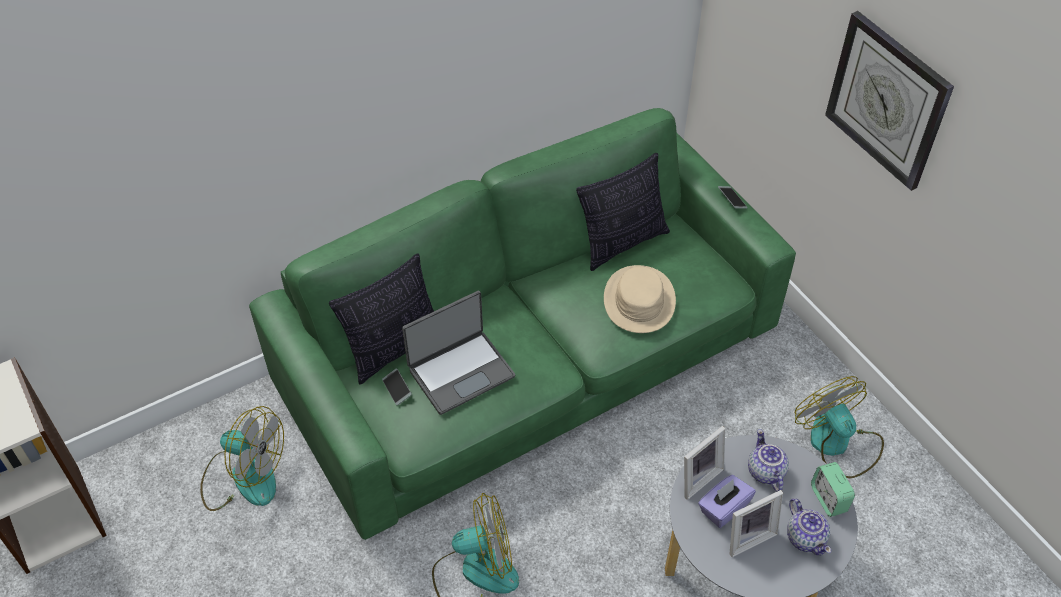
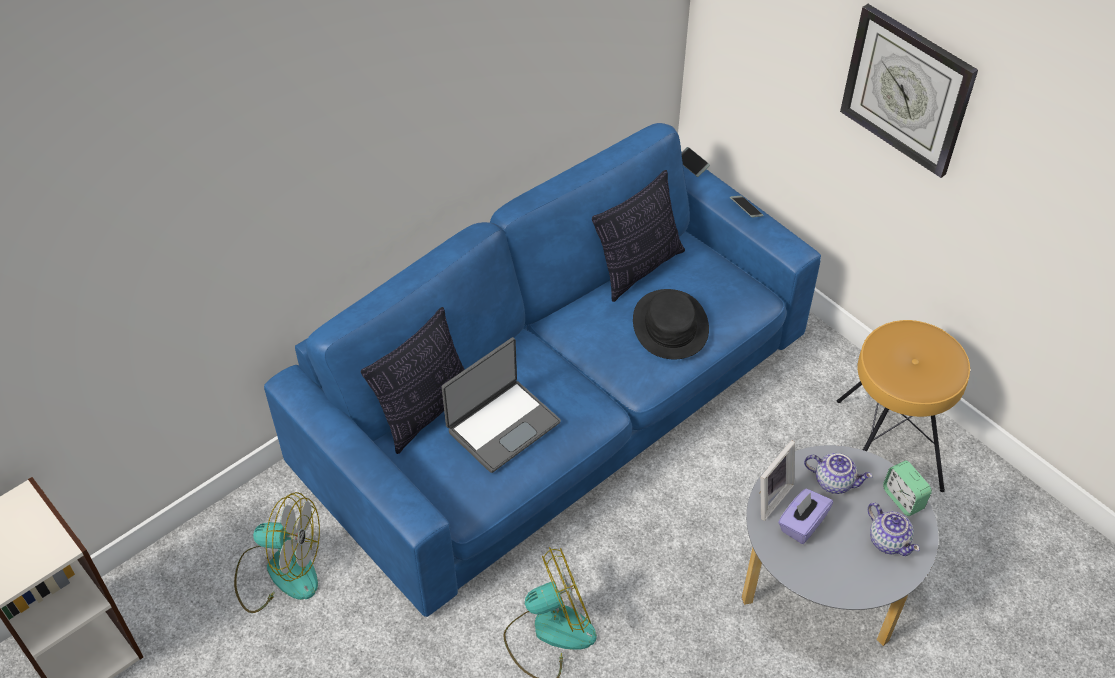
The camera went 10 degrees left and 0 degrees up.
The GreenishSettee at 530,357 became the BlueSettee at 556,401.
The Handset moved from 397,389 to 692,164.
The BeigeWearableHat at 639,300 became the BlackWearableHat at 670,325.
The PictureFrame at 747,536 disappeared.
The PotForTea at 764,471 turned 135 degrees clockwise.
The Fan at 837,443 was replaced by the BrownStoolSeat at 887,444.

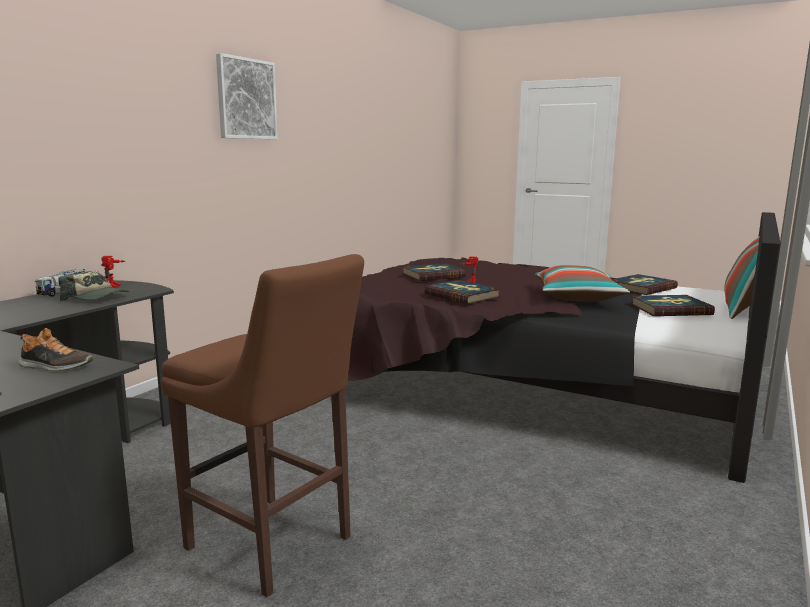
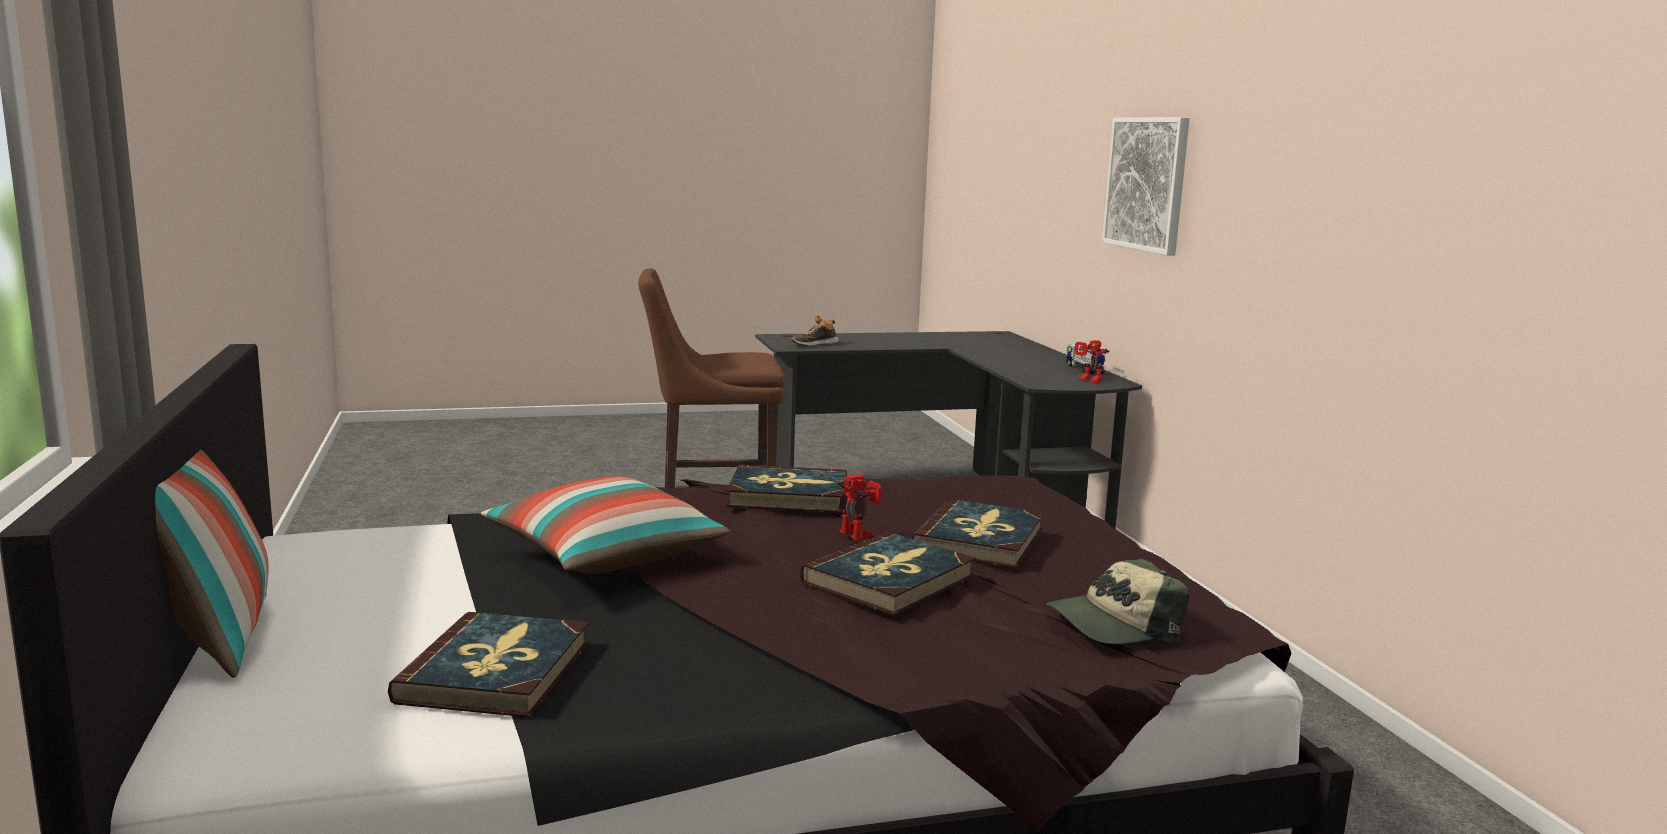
The camera went 135 degrees right and 0 degrees up.
The BaseballCap moved from 96,298 to 1113,625.
The Picture moved from 246,99 to 1147,184.
The Book moved from 670,309 to 890,580.

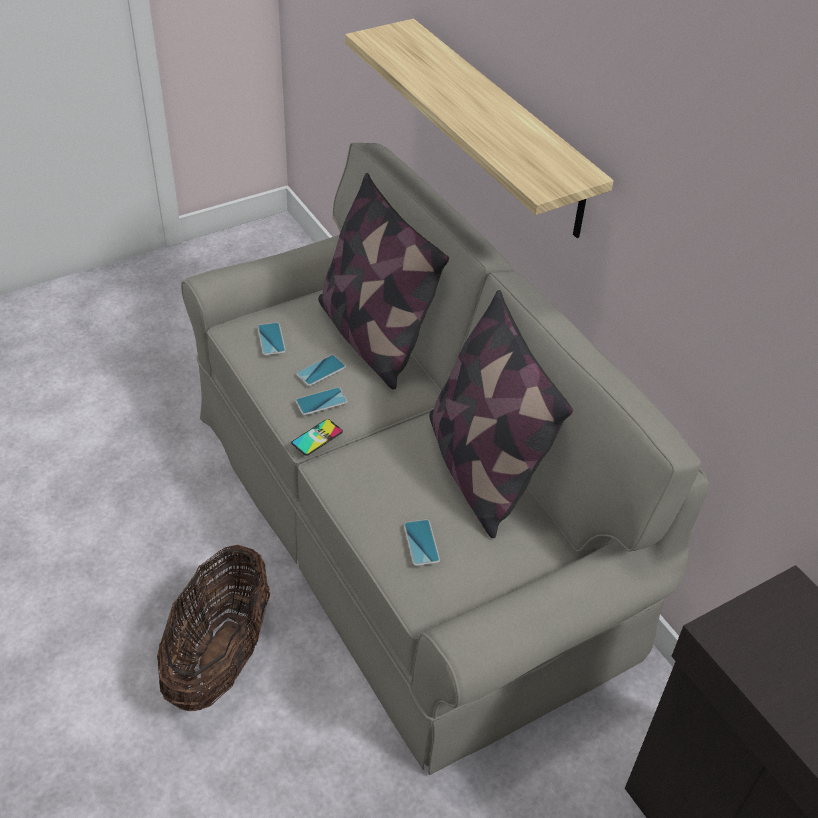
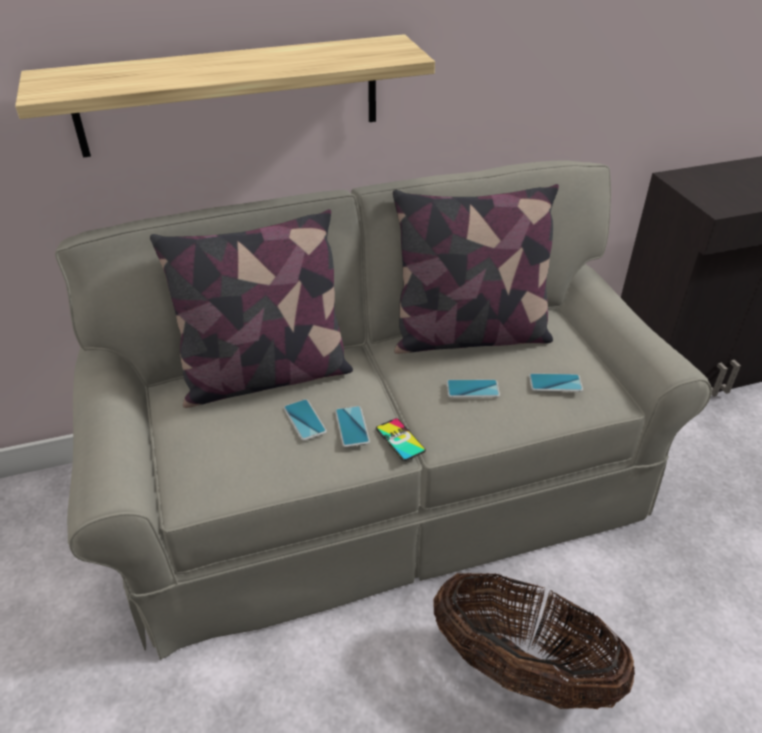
The camera went 75 degrees left and 5 degrees down.
The Handset moved from 271,339 to 472,389.

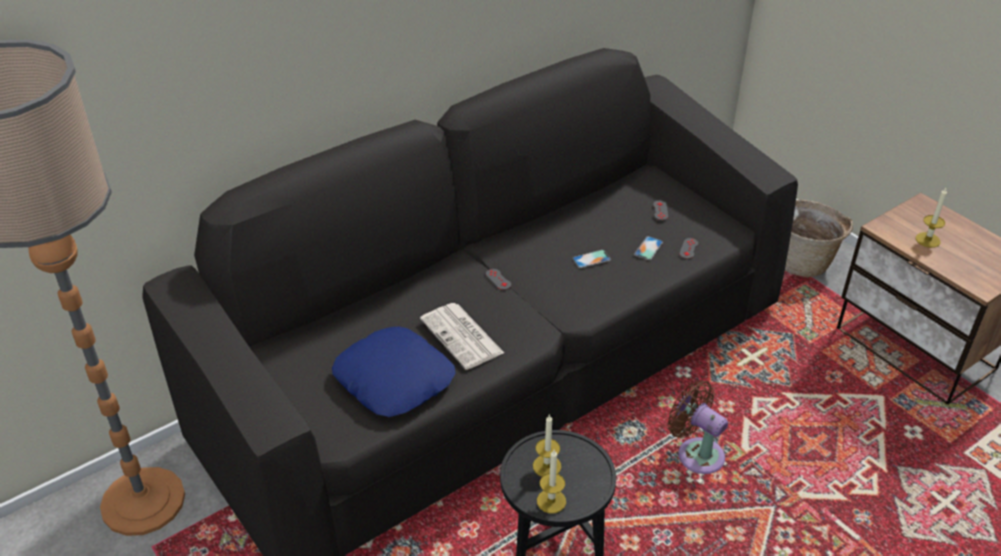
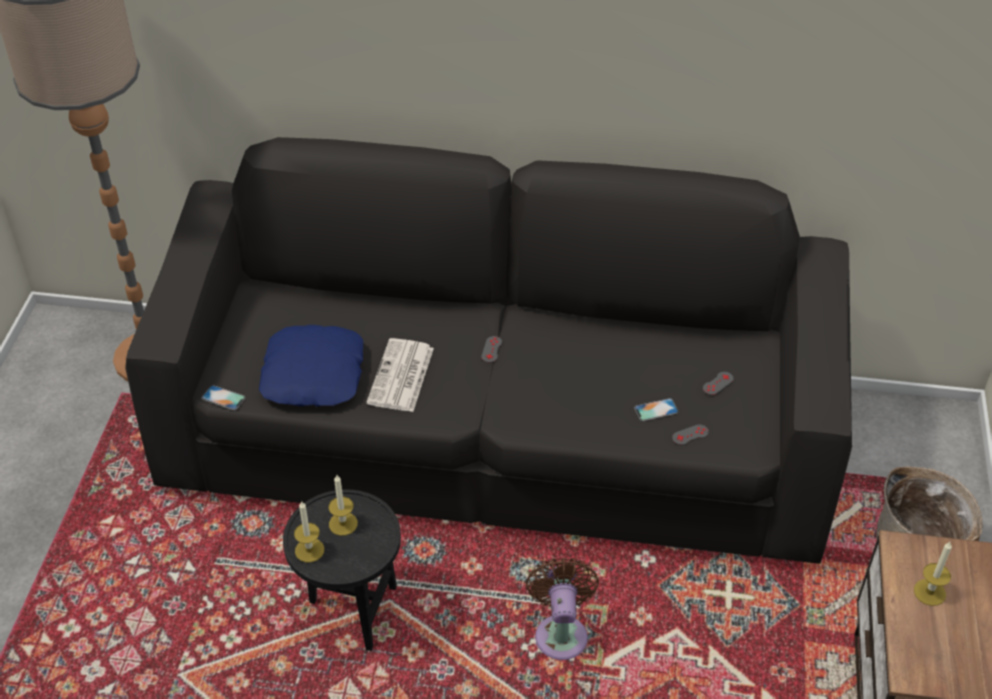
The camera went 45 degrees right and 5 degrees up.
The Handset moved from 591,259 to 223,398.

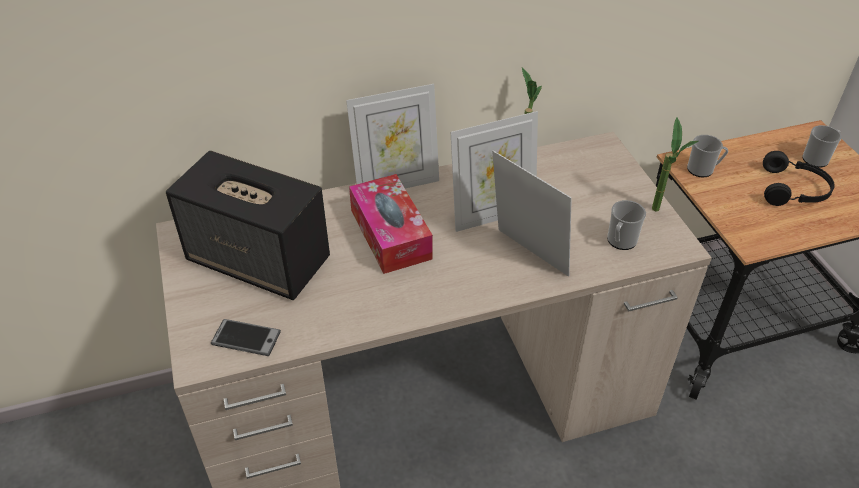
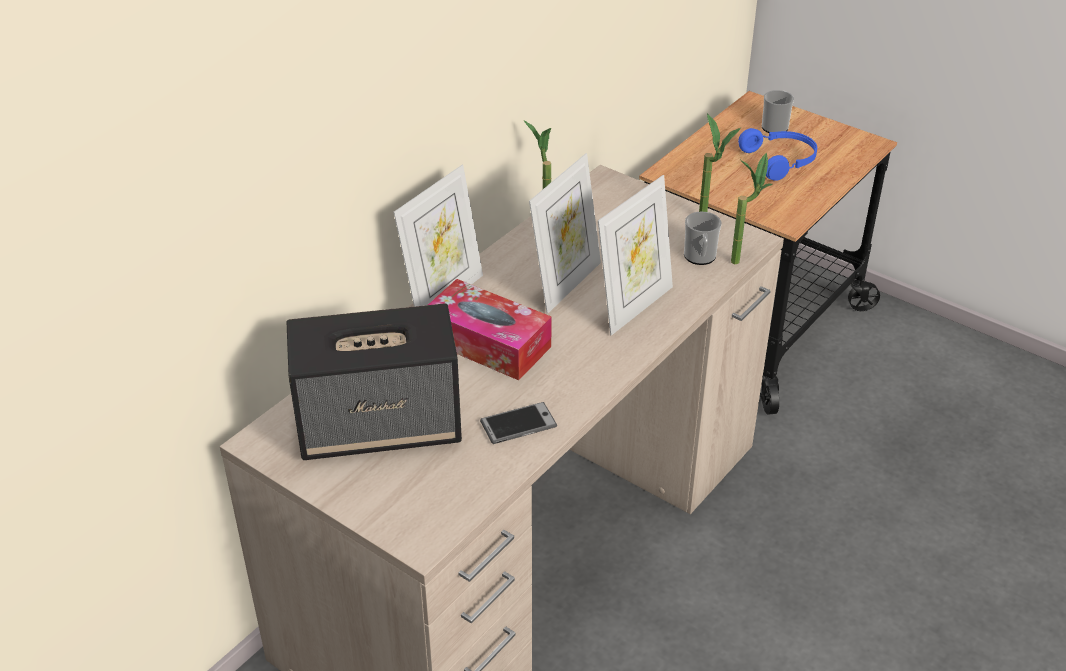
The camera went 35 degrees left and 5 degrees down.
The Handset moved from 246,338 to 518,424.
The PictureFrame at 526,257 turned 120 degrees clockwise.
The TeaMug at 703,170 disappeared.
The BlackHeadphones at 794,190 became the BlueHeadphones at 781,161.
The Houseplant at 742,259 appeared.

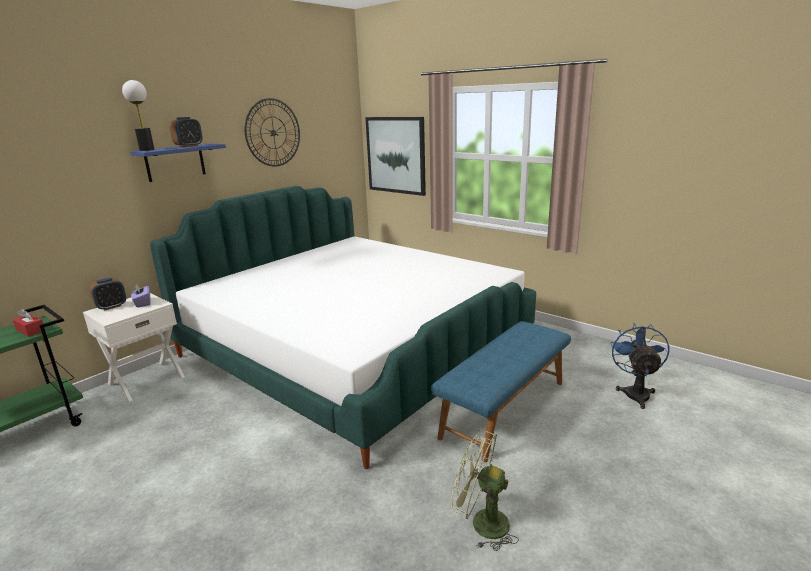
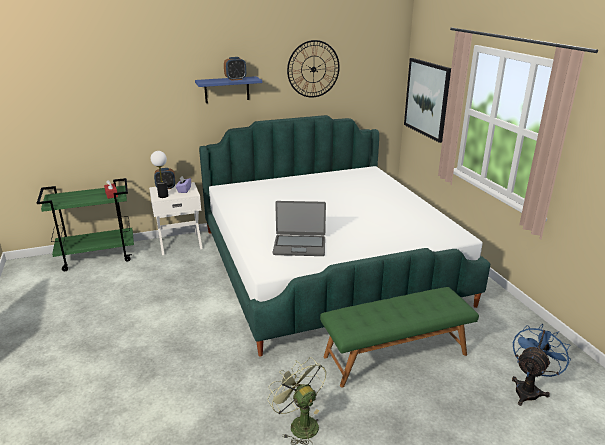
The camera went 30 degrees right and 5 degrees up.
The LampForATable moved from 146,150 to 163,196.
The BlueIndoorBench at 503,408 became the GreenishIndoorBench at 395,355.
The NotebookComputer at 299,246 appeared.

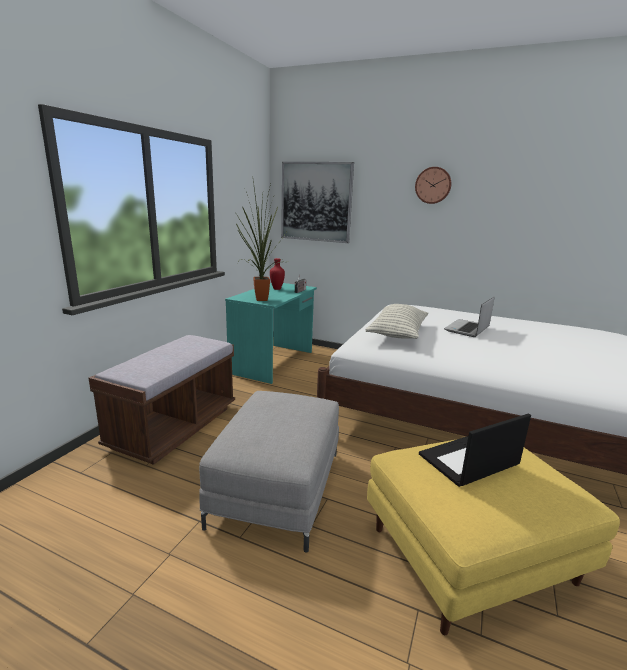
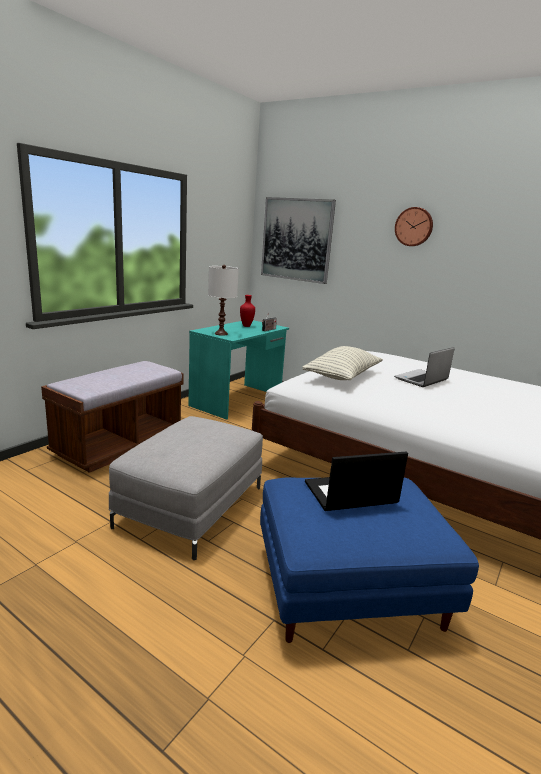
The camera went 10 degrees right and 0 degrees up.
The Houseplant at 259,299 was replaced by the WhiteColouredLampForATable at 221,334.
The YellowColouredPouffe at 469,556 became the BluePouffe at 347,589.

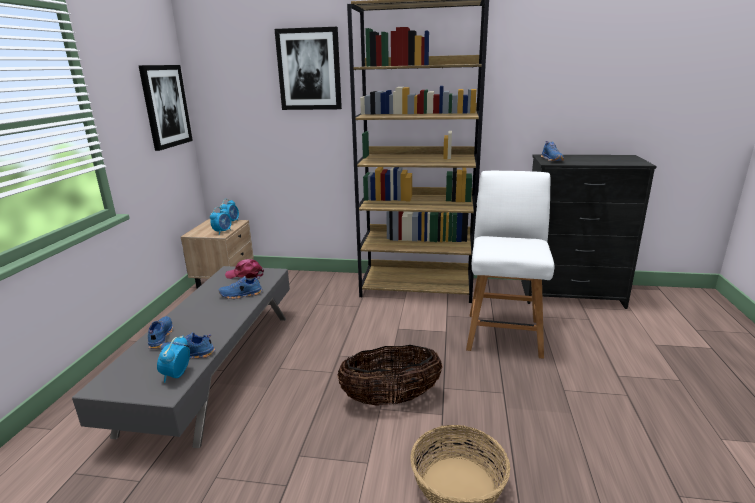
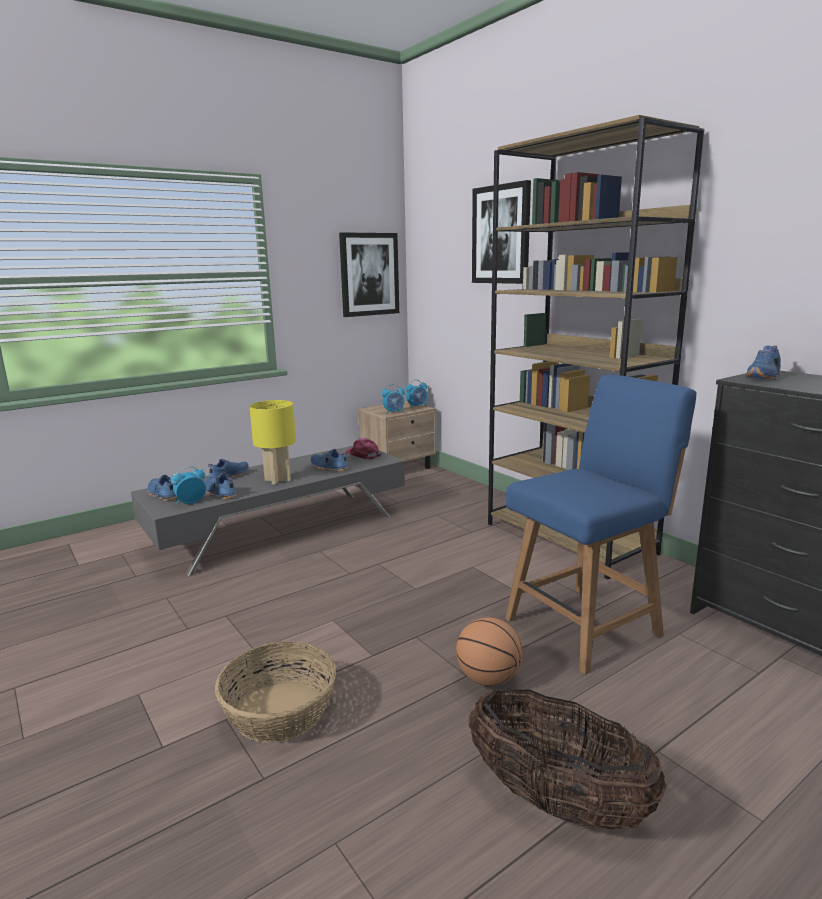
The camera went 45 degrees right and 5 degrees down.
The Basket moved from 390,399 to 557,801.
The WhiteColouredPlainChair at 503,333 became the BluePlainChair at 586,625.
The BlueItemOfFootwear at 162,495 appeared.
The YellowColouredLampForATable at 277,480 appeared.
The BasketballBall at 488,679 appeared.

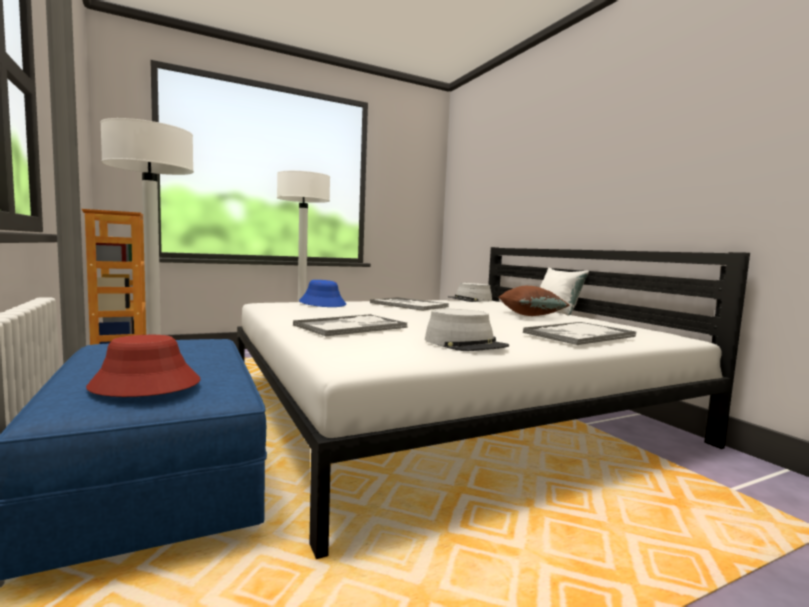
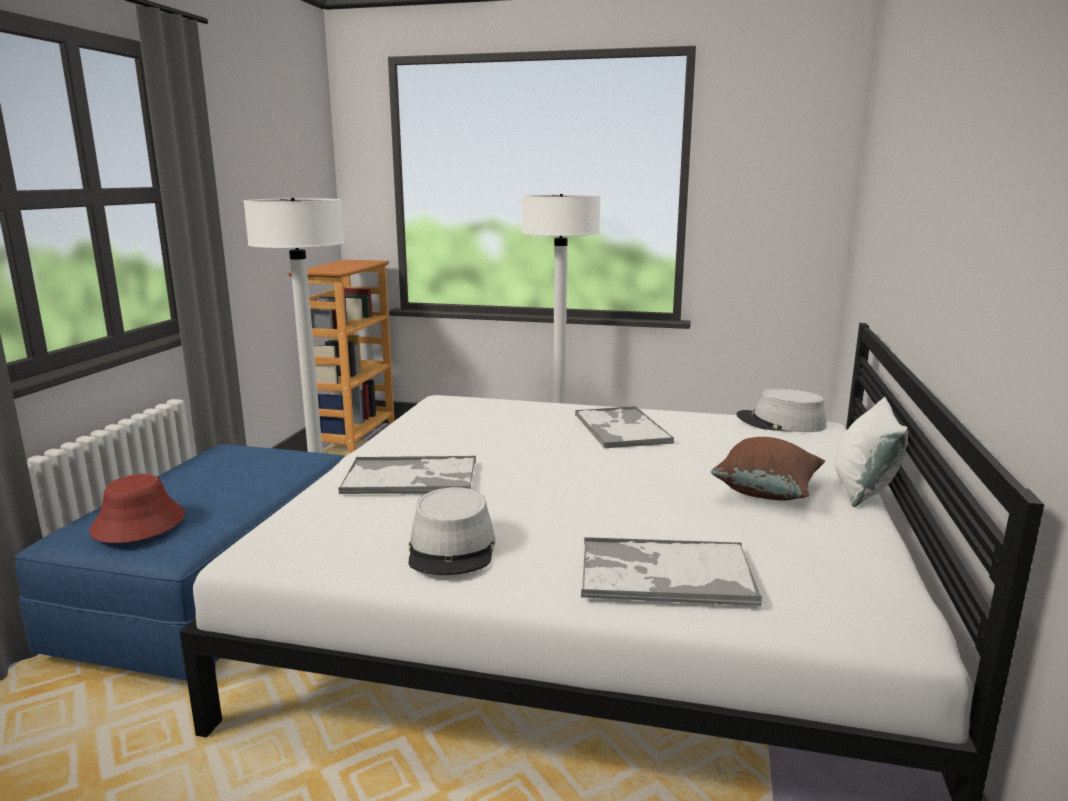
The camera went 40 degrees right and 10 degrees up.
The BlueWearableHat at 322,303 disappeared.

